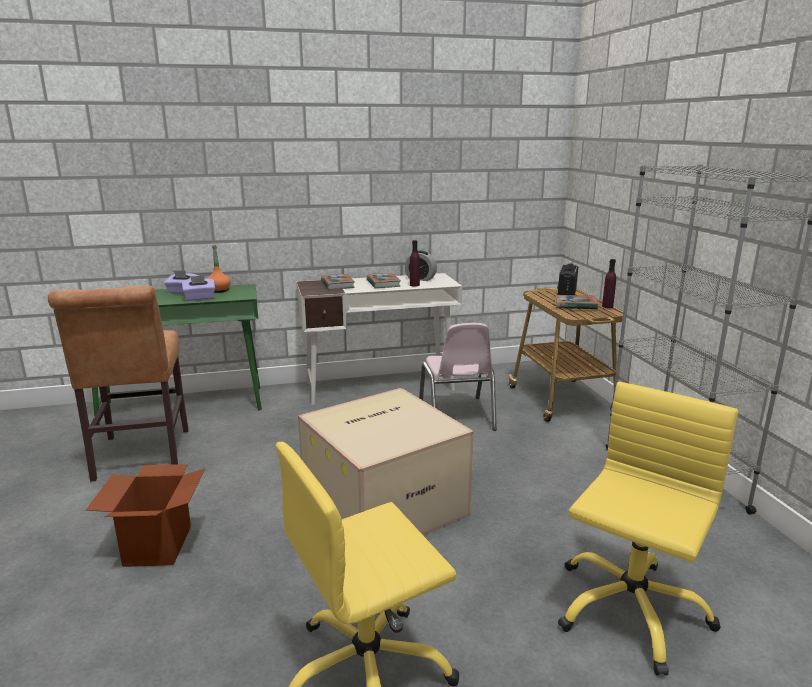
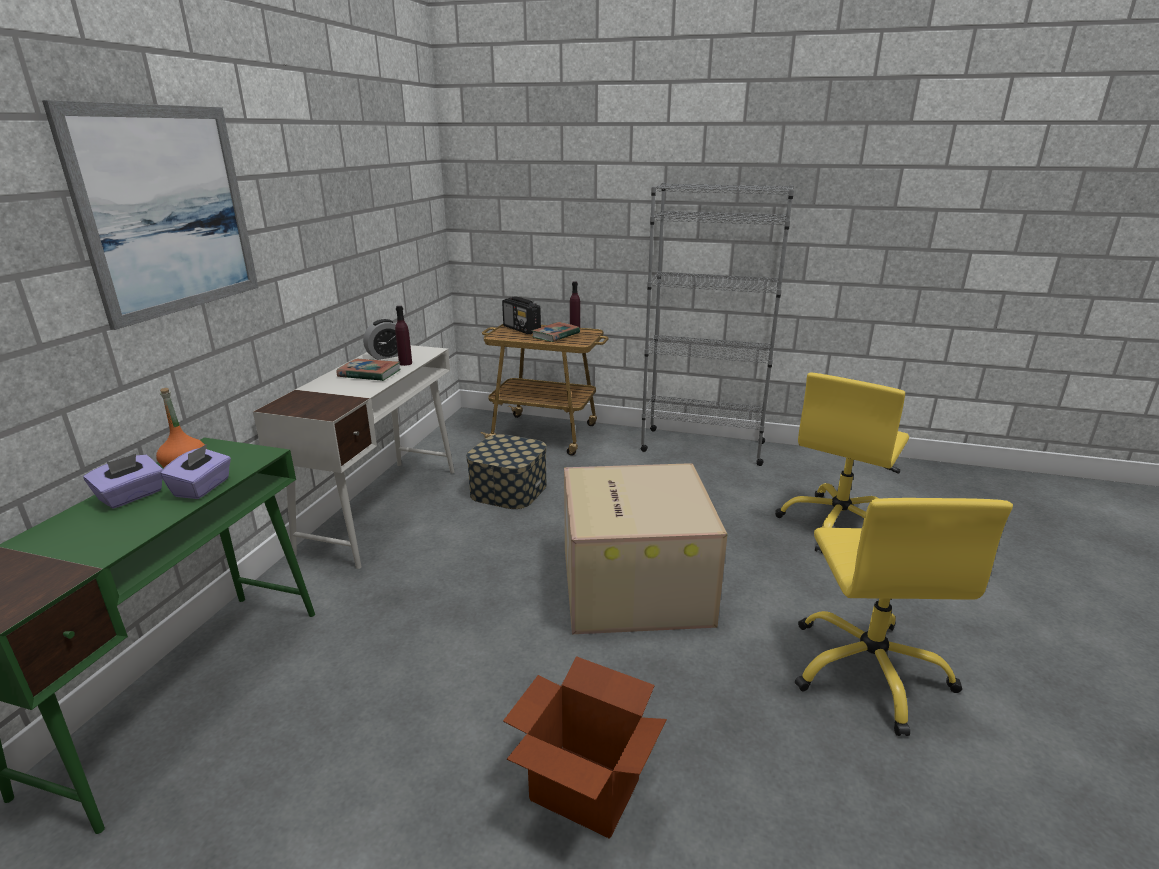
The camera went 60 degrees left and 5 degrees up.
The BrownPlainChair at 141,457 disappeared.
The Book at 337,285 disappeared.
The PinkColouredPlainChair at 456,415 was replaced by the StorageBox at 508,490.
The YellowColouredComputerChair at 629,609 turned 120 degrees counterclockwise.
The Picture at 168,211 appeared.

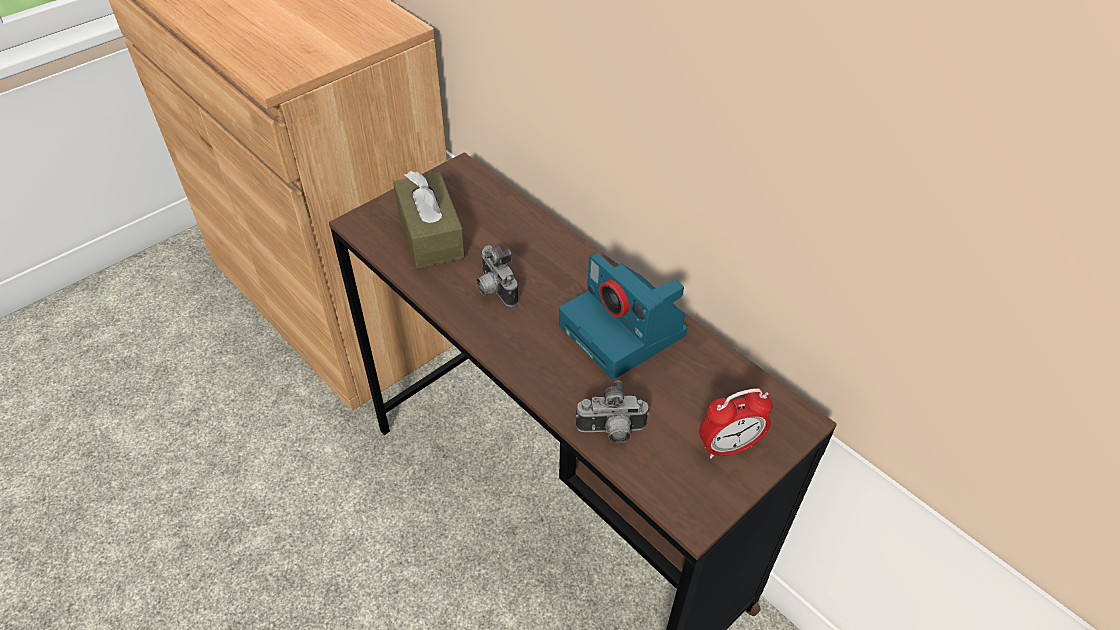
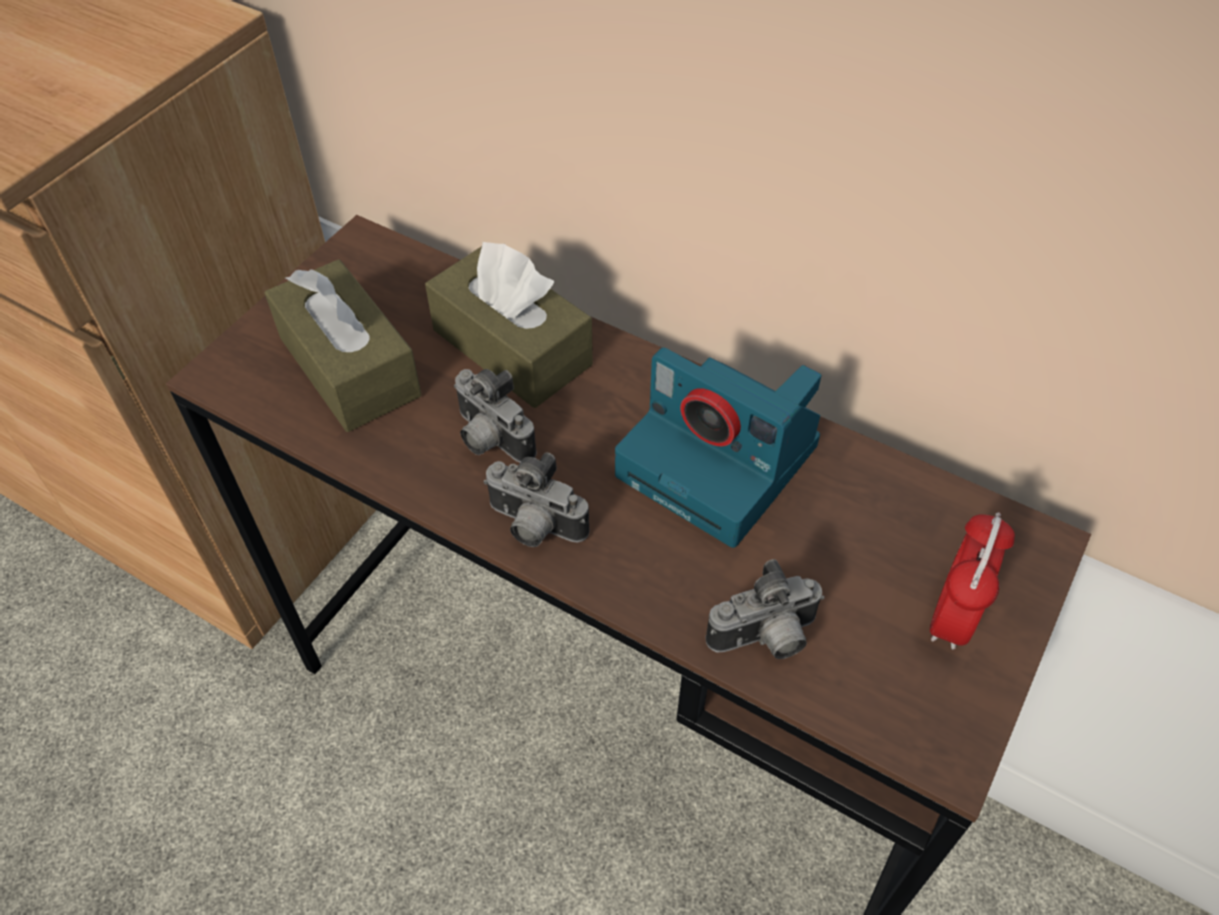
The camera went 15 degrees left and 5 degrees up.
The AlarmClock at 728,447 turned 150 degrees clockwise.
The BrownBoxOfTissues at 512,347 appeared.
The PhotoCamera at 533,527 appeared.

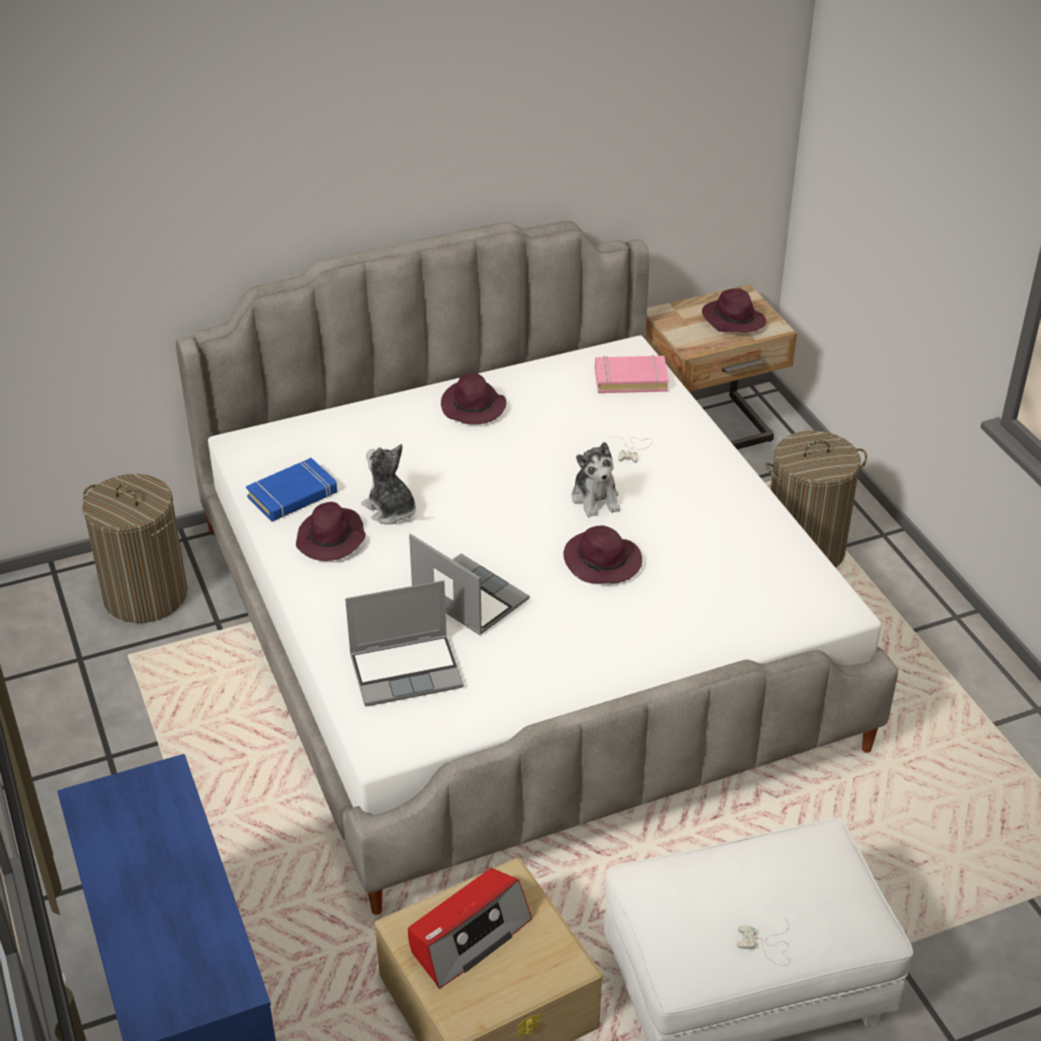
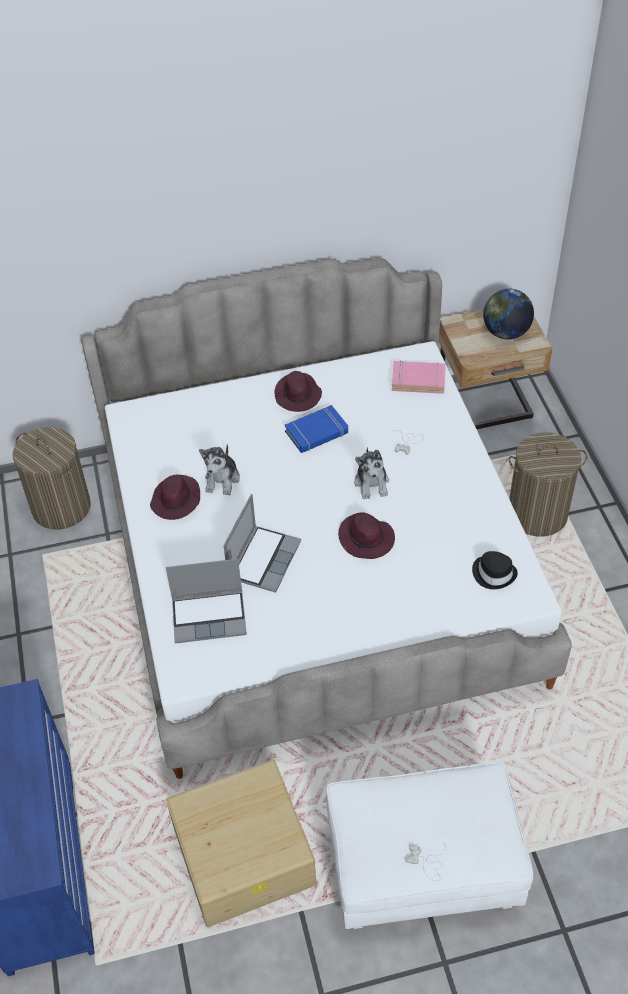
The camera went 10 degrees right and 10 degrees up.
The BlueBook moved from 293,495 to 317,433.
The SoftToy at 390,510 turned 135 degrees counterclockwise.
The RadioReceiver at 468,936 disappeared.
The NotebookComputer at 467,597 turned 60 degrees clockwise.
The PurplishWearableHat at 732,320 was replaced by the Globe at 505,333.
The BlackWearableHat at 494,573 appeared.

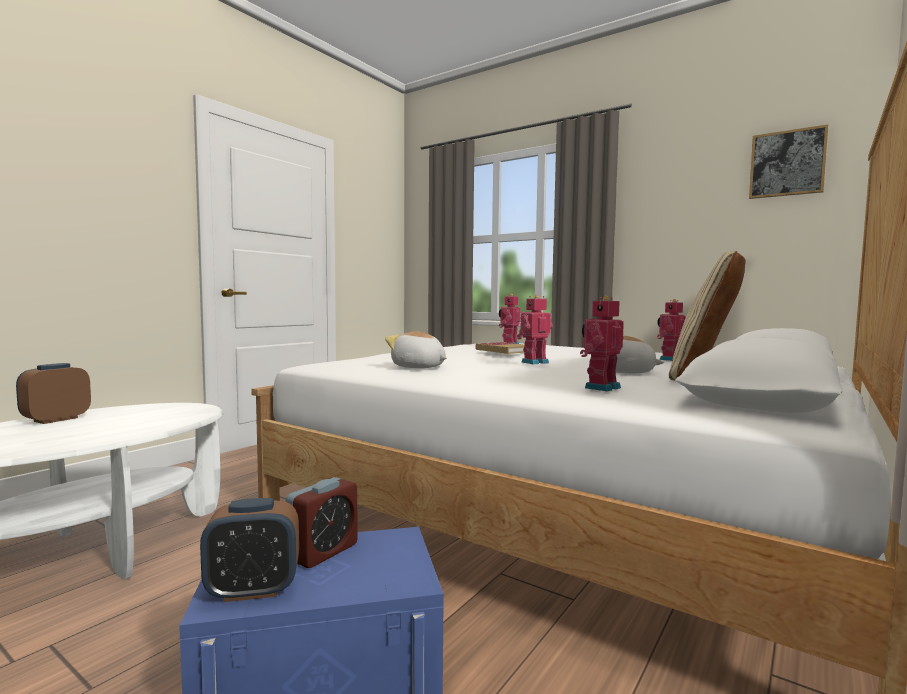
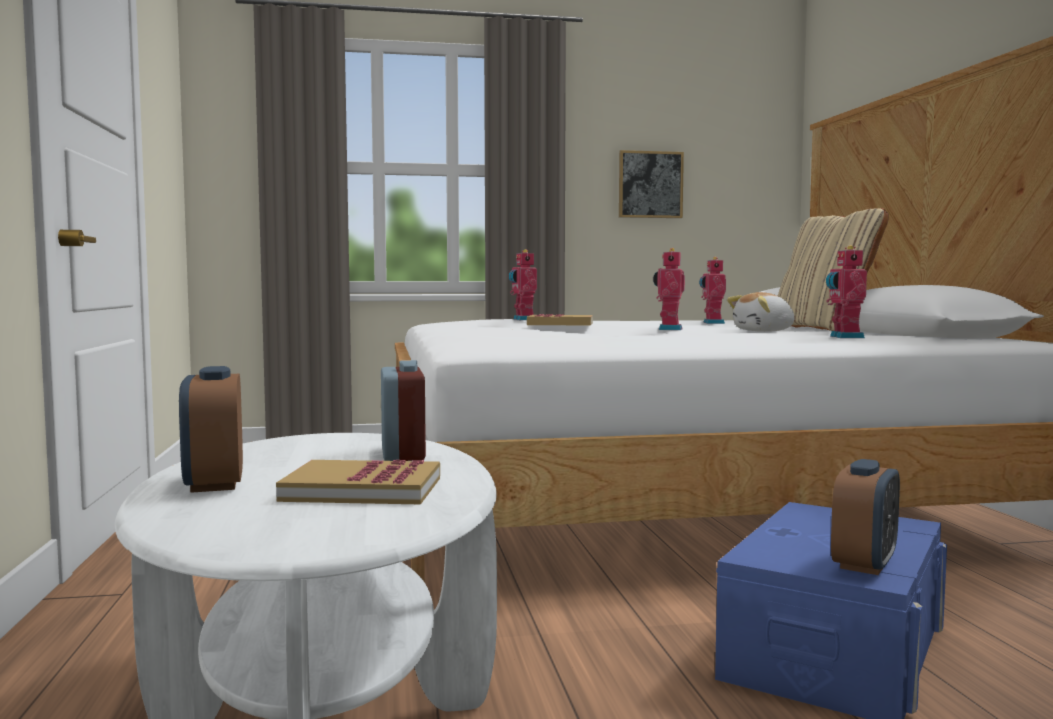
The camera went 45 degrees left and 0 degrees up.
The AlarmClock moved from 323,552 to 403,453.
The SoftToy at 418,367 disappeared.
The Picture moved from 787,163 to 650,184.
The Book at 363,489 appeared.

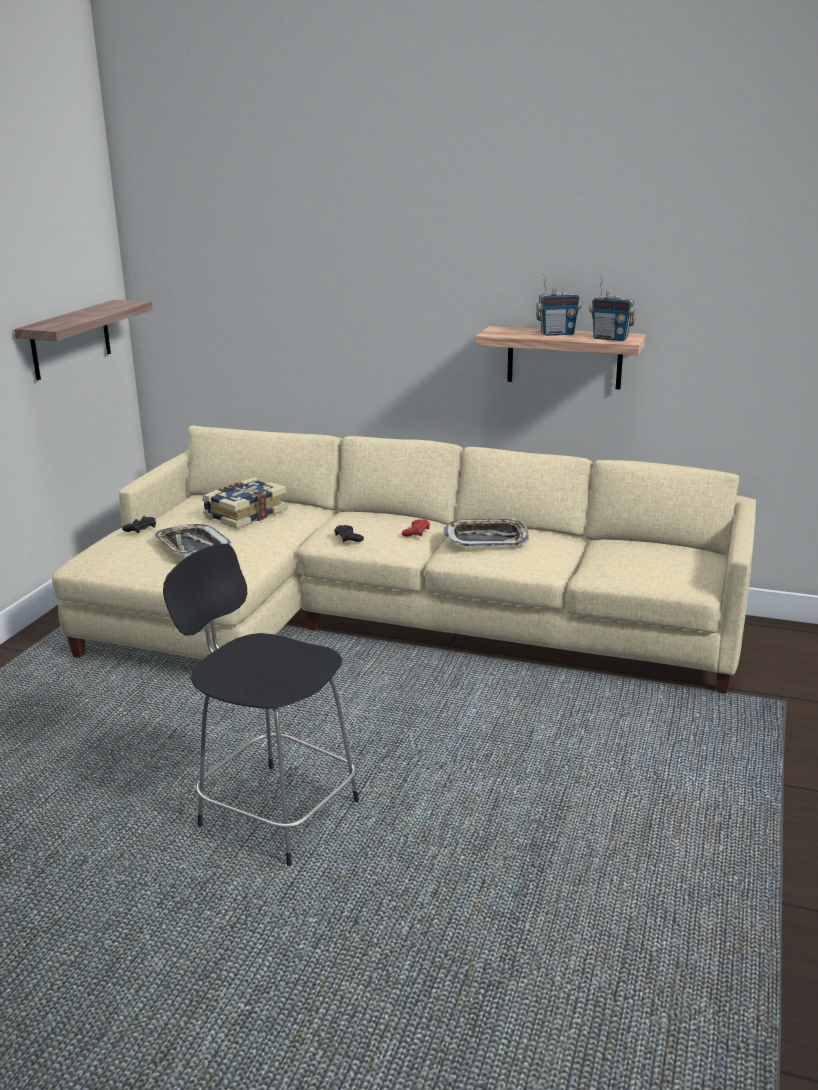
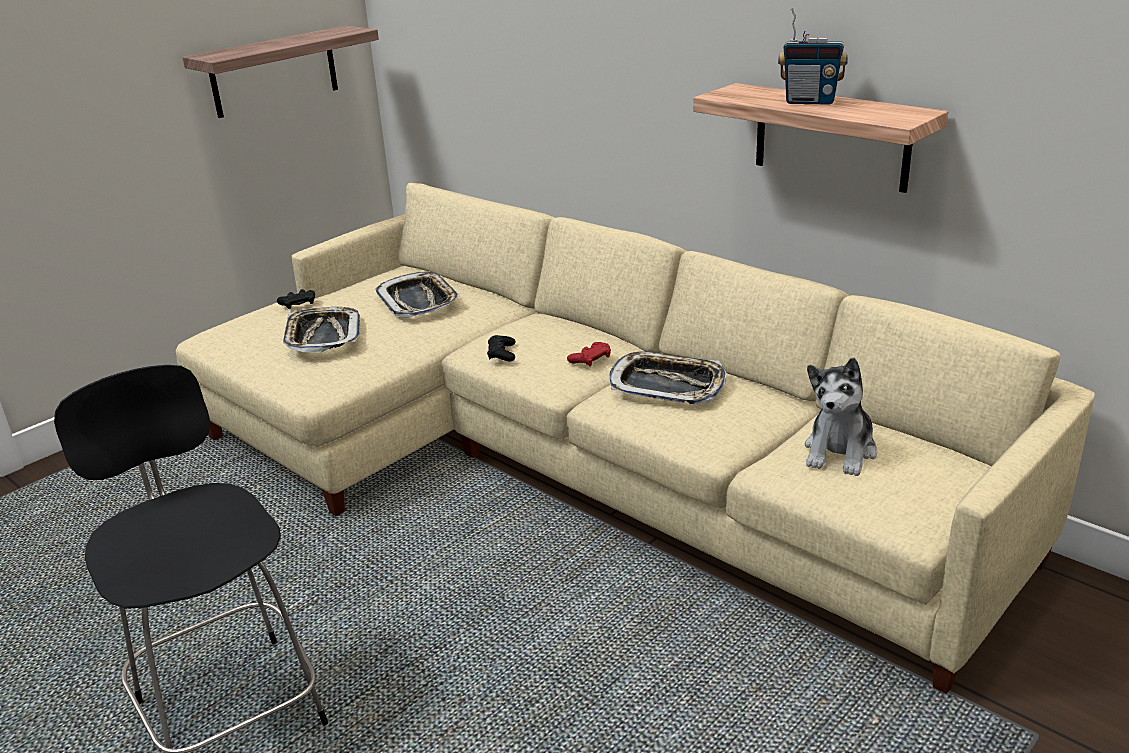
The camera went 25 degrees right and 5 degrees up.
The Book at 244,514 was replaced by the CarryingTray at 418,301.
The RadioReceiver at 610,339 disappeared.
The SoftToy at 840,452 appeared.

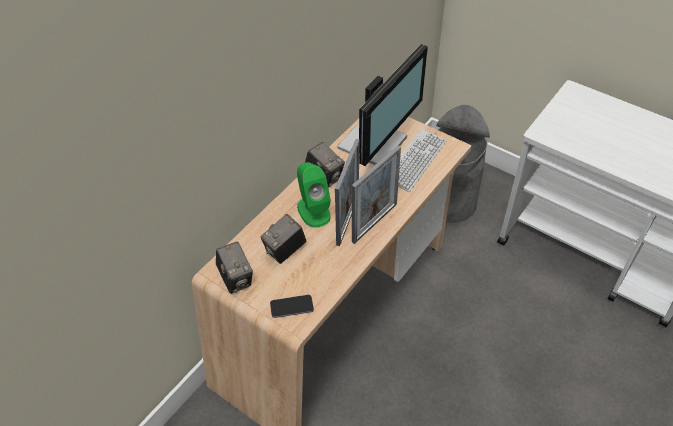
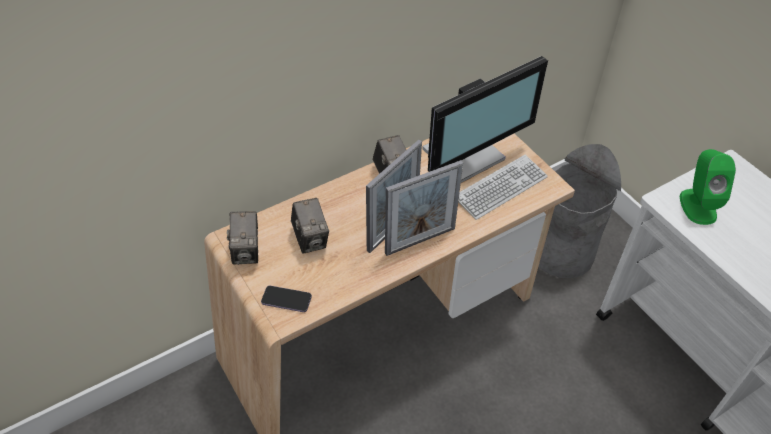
The camera went 20 degrees right and 0 degrees up.
The PhotoCamera at 285,251 turned 90 degrees counterclockwise.
The GreenishAudioSpeaker moved from 313,211 to 697,206.

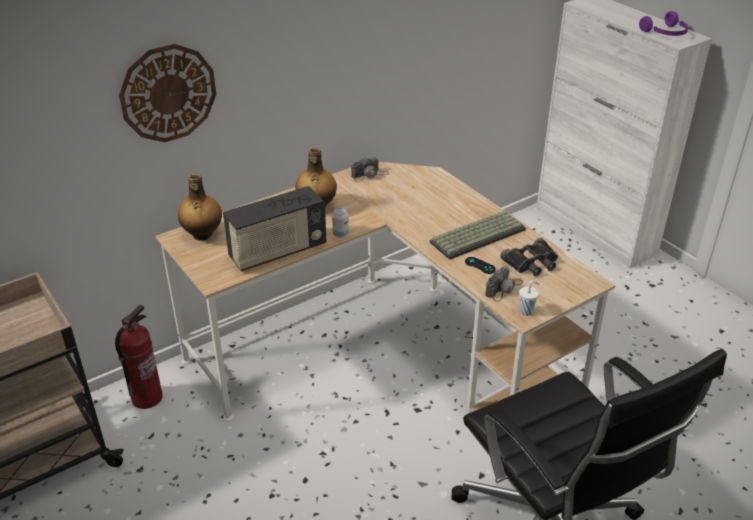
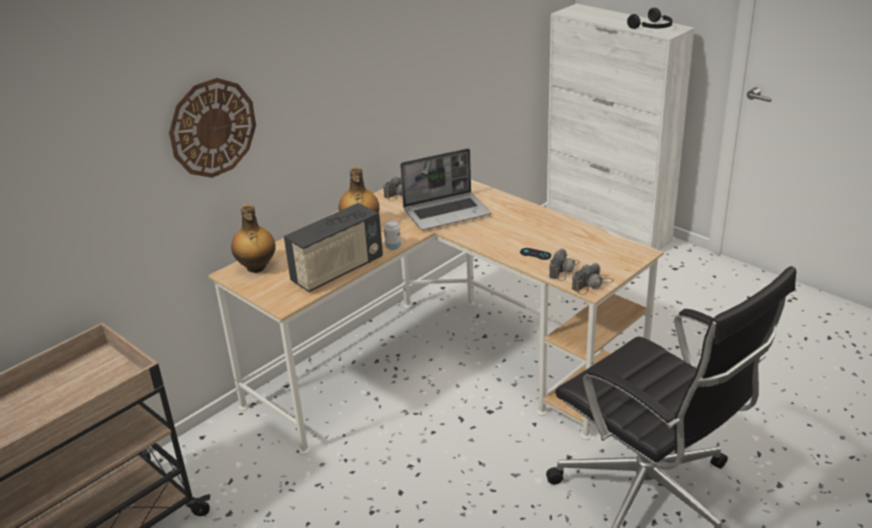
The camera went 10 degrees left and 5 degrees down.
The FireExtinguisher at 147,398 disappeared.
The PcKeyboard at 477,235 disappeared.
The BlackFieldGlasses at 532,262 disappeared.
The WhiteColouredSmallCup at 527,311 was replaced by the PhotoCamera at 592,284.
The PurplishHeadphones at 666,33 became the BlackHeadphones at 652,27.
The NotebookComputer at 447,212 appeared.

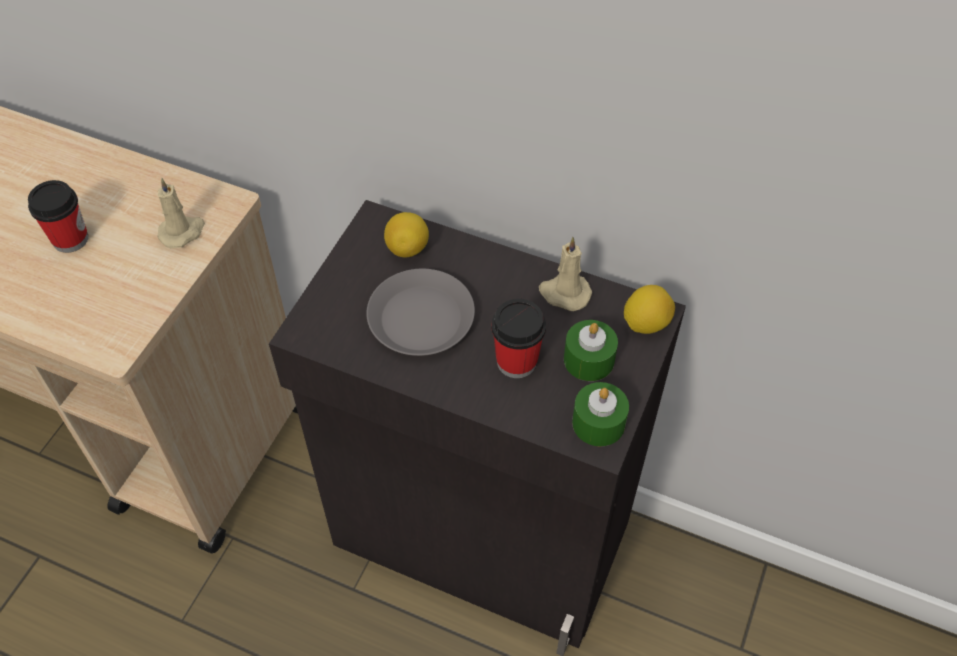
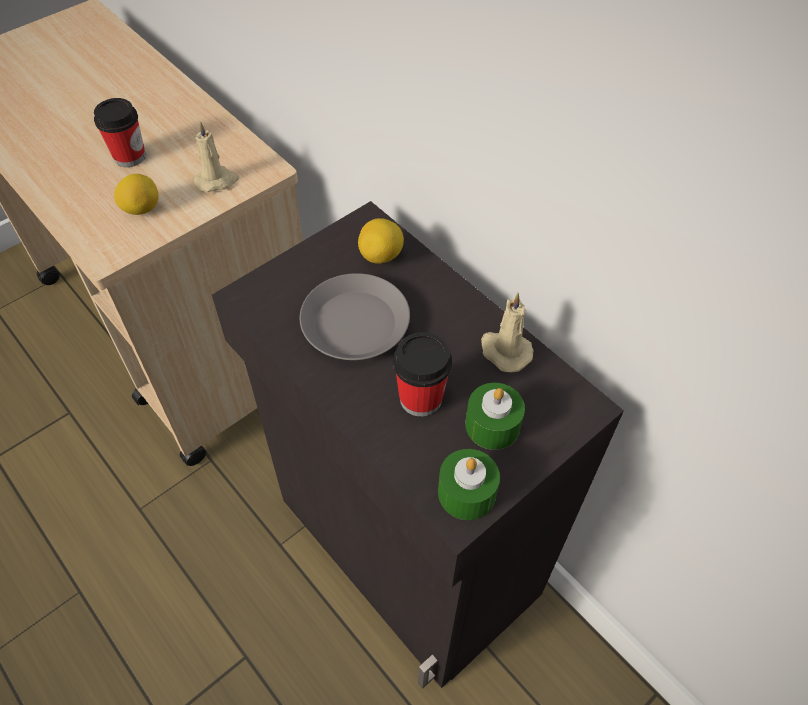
The camera went 25 degrees right and 0 degrees up.
The Lemon moved from 646,323 to 141,209.

